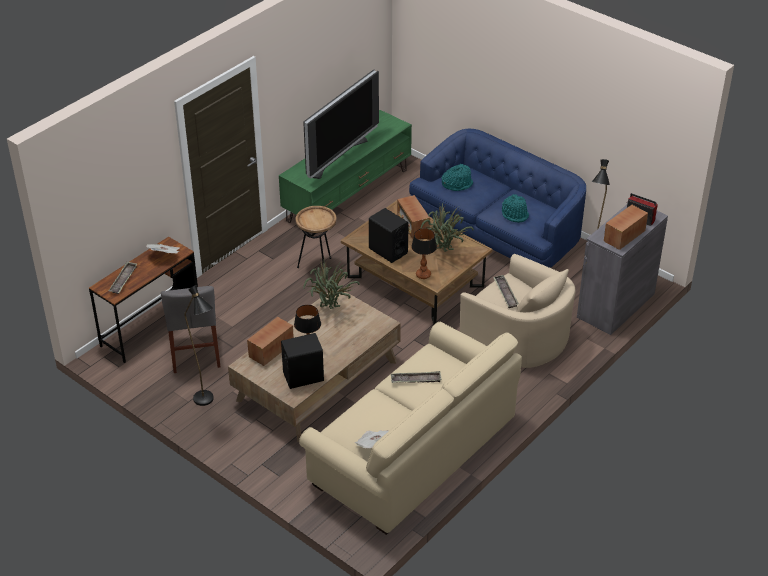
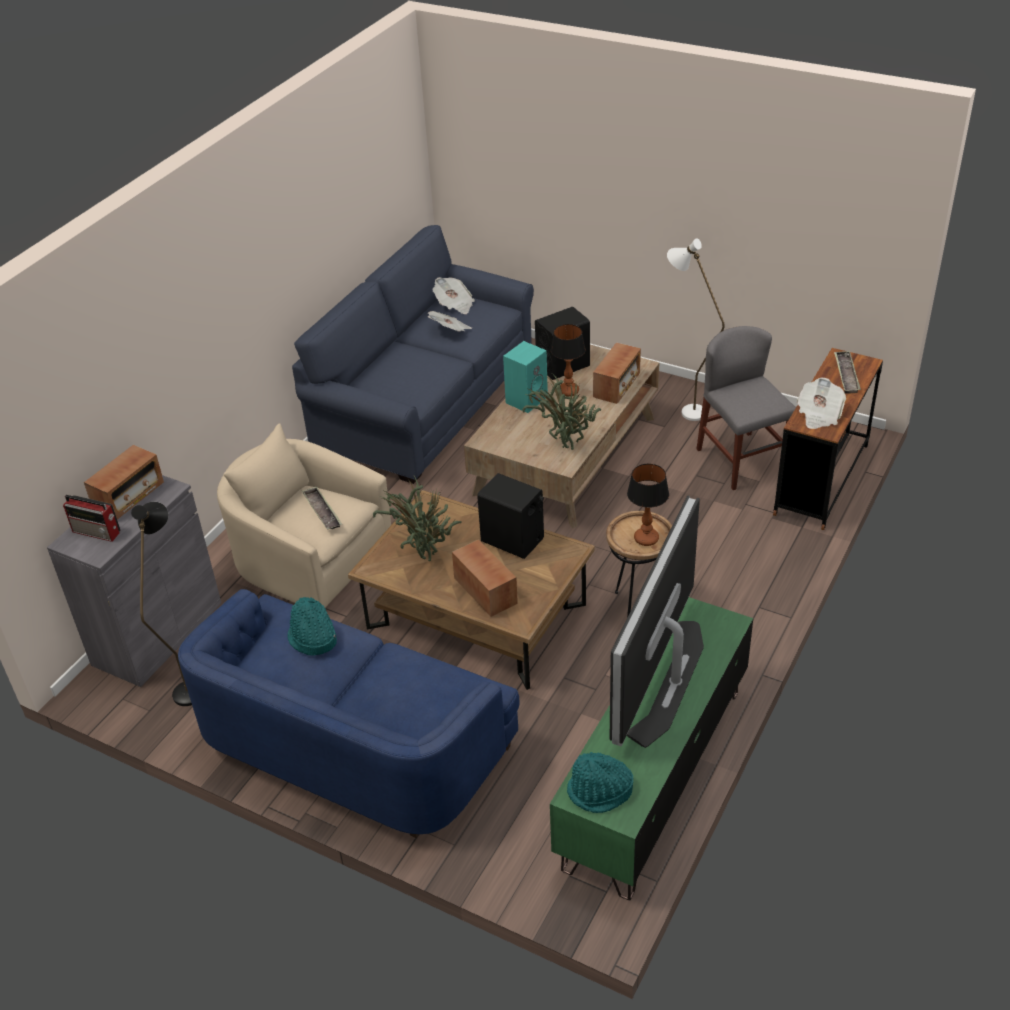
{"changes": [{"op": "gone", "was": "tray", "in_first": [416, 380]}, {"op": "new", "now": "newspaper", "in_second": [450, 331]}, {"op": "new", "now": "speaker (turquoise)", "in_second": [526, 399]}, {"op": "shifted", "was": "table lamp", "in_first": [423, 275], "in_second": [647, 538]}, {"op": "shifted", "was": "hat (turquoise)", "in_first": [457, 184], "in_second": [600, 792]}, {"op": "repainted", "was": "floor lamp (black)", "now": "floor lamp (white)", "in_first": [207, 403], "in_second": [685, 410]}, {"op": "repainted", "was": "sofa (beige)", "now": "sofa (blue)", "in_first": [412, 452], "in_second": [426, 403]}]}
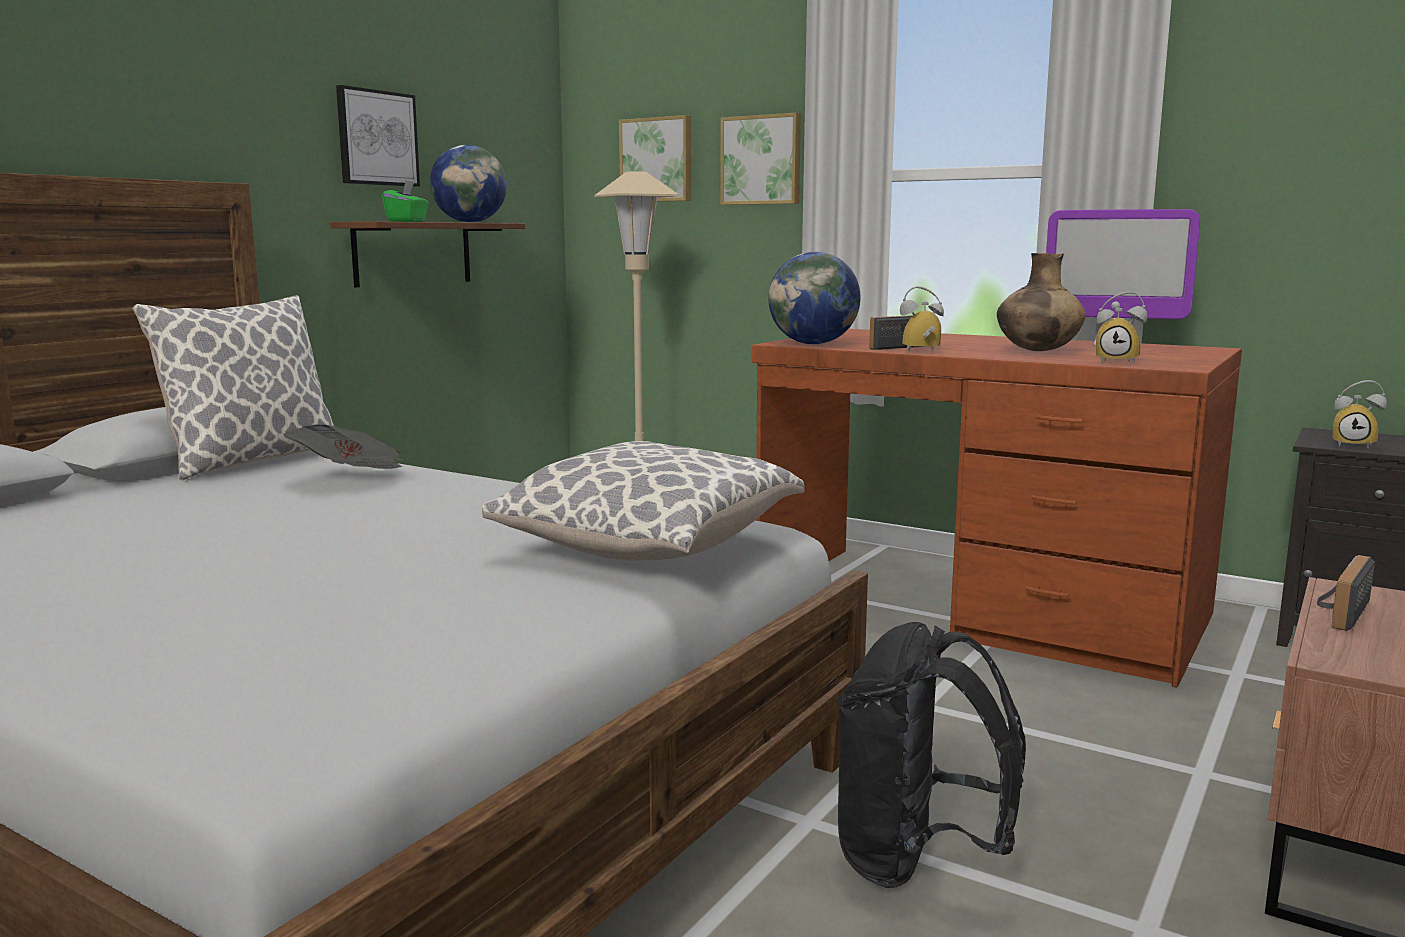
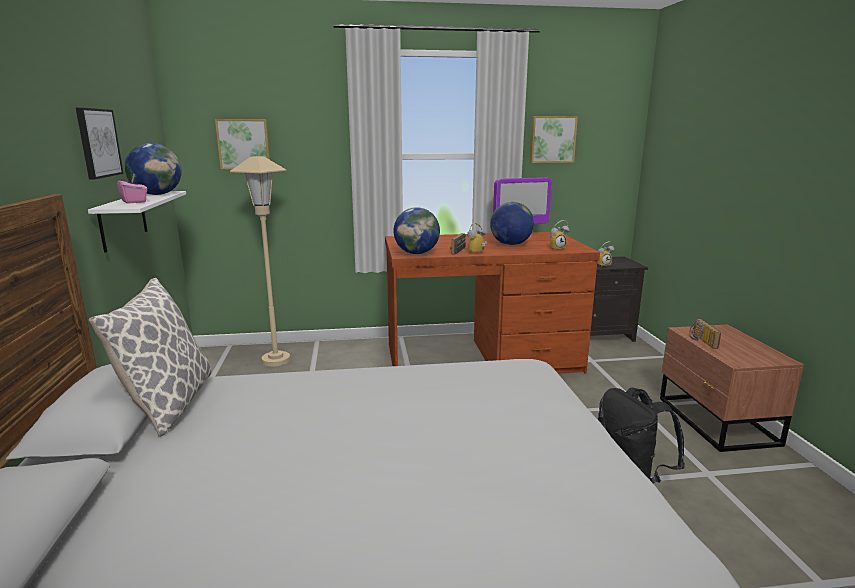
{"changes": [{"op": "gone", "was": "newspaper", "in_first": [352, 479]}, {"op": "gone", "was": "pillow", "in_first": [649, 549]}, {"op": "shifted", "was": "picture", "in_first": [762, 160], "in_second": [552, 139]}, {"op": "swapped", "was": "vase (brown)", "now": "globe", "in_first": [1037, 351], "in_second": [510, 244]}, {"op": "repainted", "was": "shelf (brown)", "now": "shelf (white)", "in_first": [413, 253], "in_second": [123, 220]}, {"op": "repainted", "was": "tissue box (green)", "now": "tissue box (pink)", "in_first": [407, 221], "in_second": [134, 201]}]}
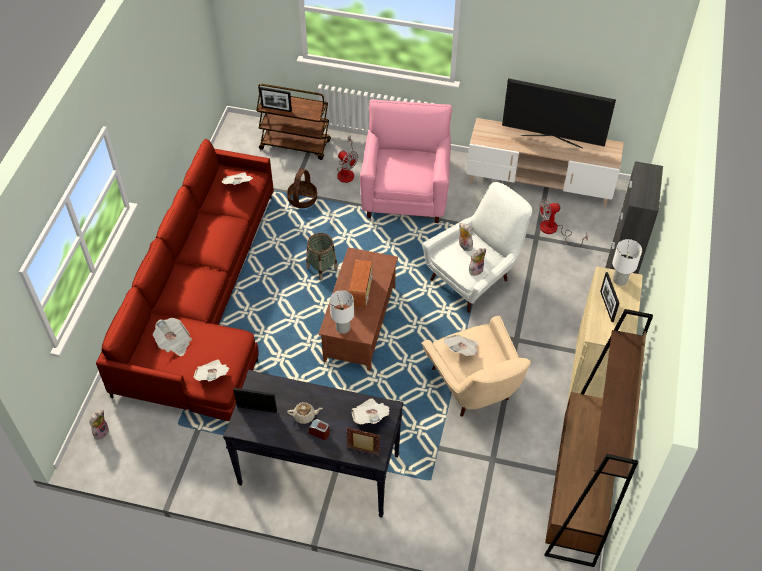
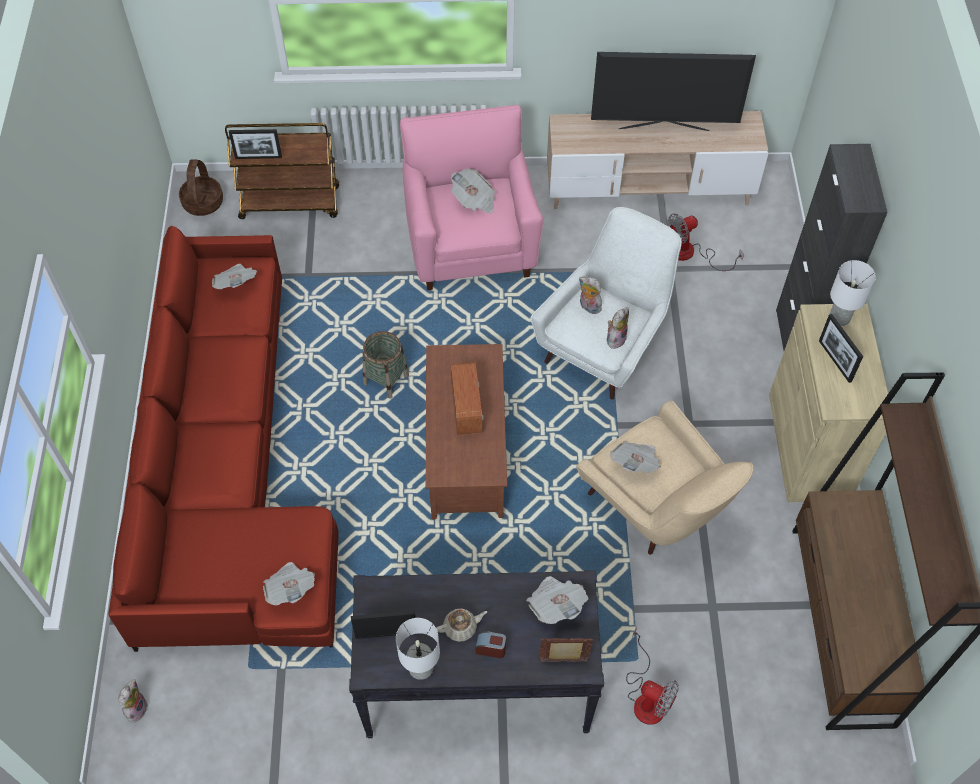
{"changes": [{"op": "shifted", "was": "newspaper", "in_first": [174, 342], "in_second": [474, 200]}, {"op": "shifted", "was": "basket", "in_first": [302, 199], "in_second": [203, 202]}, {"op": "shifted", "was": "table lamp (white)", "in_first": [342, 328], "in_second": [420, 668]}, {"op": "shifted", "was": "fan", "in_first": [346, 171], "in_second": [646, 697]}]}
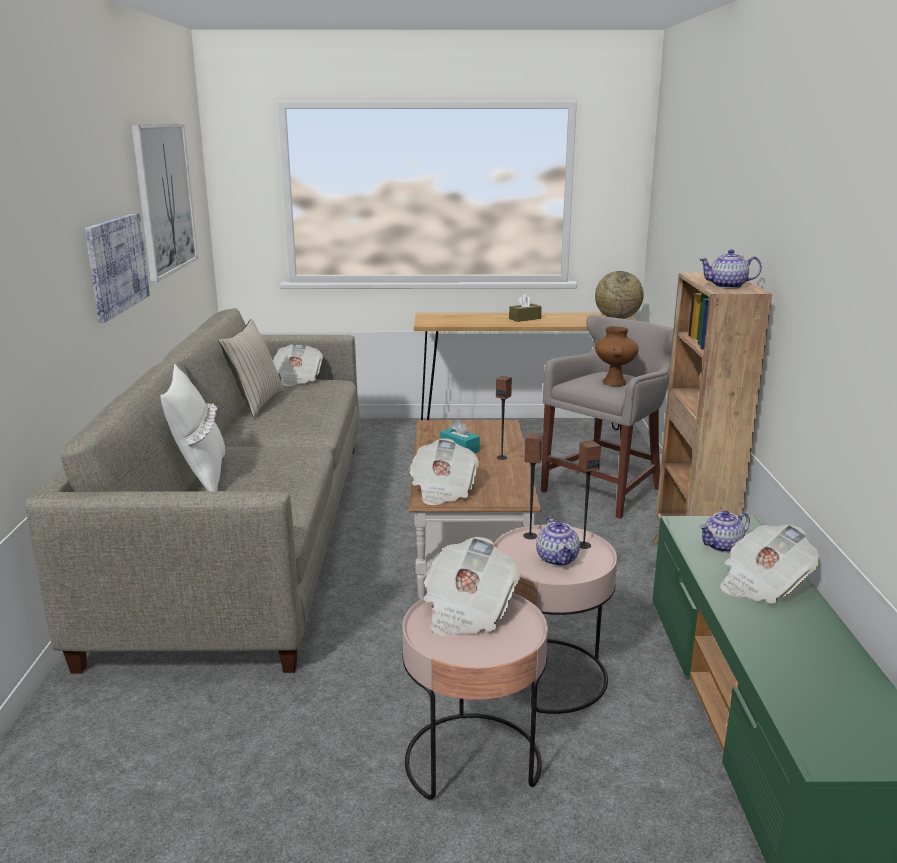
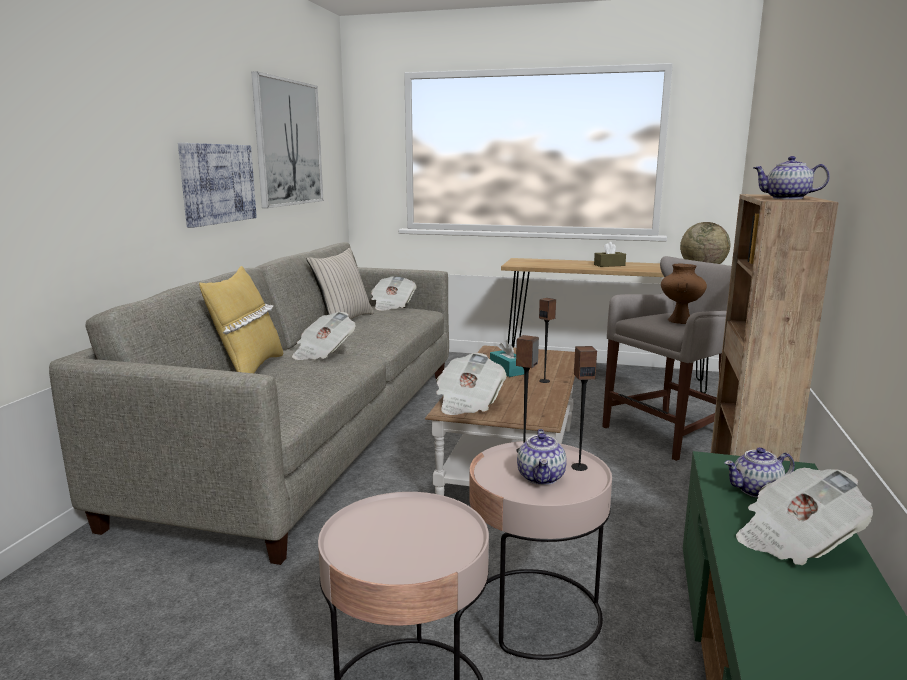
{"changes": [{"op": "shifted", "was": "newspaper", "in_first": [467, 611], "in_second": [323, 353]}, {"op": "repainted", "was": "pillow (white)", "now": "pillow (yellow)", "in_first": [200, 477], "in_second": [249, 369]}]}
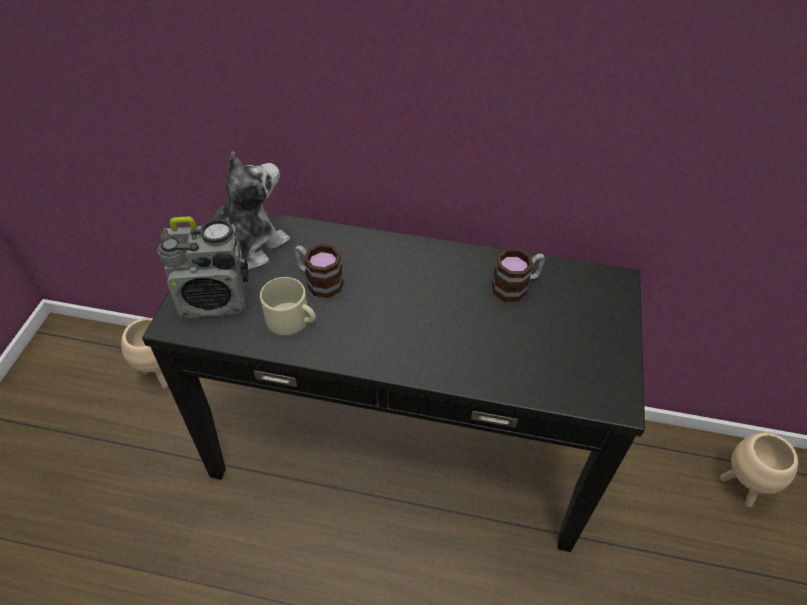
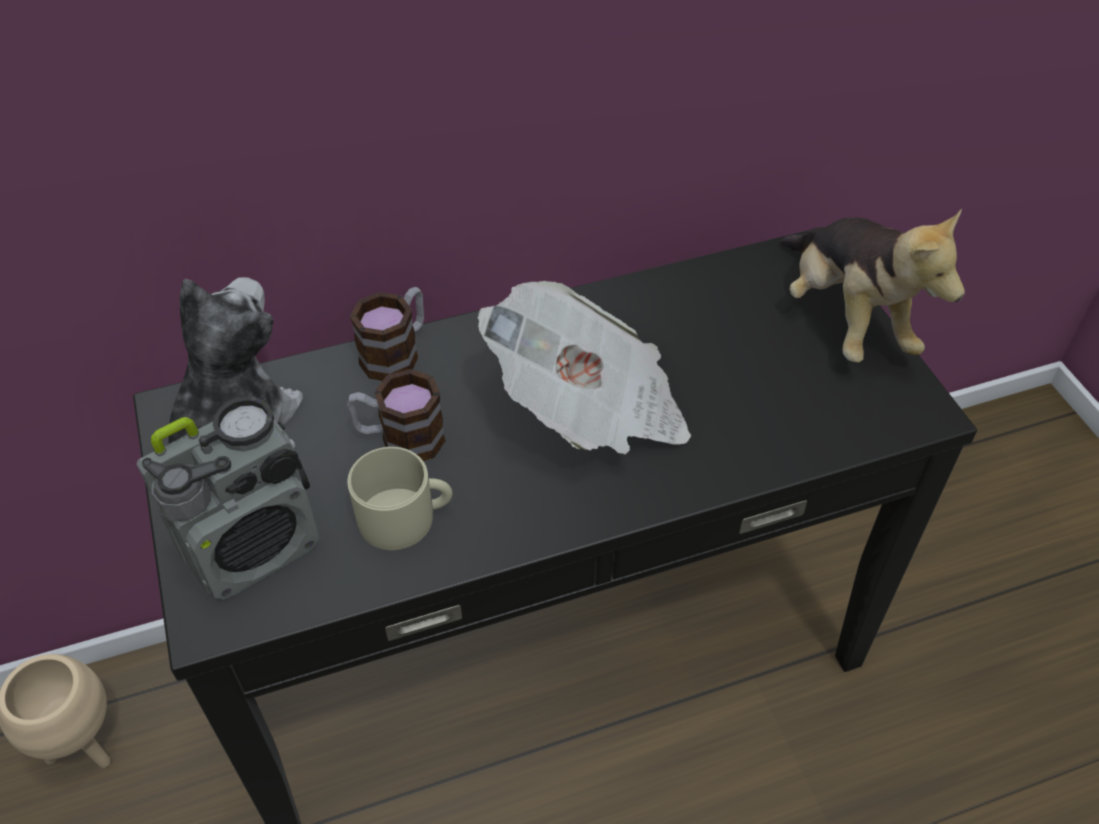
{"changes": [{"op": "gone", "was": "planter (beige)", "in_first": [742, 488]}, {"op": "new", "now": "newspaper", "in_second": [589, 408]}, {"op": "new", "now": "plush toy", "in_second": [845, 319]}, {"op": "shifted", "was": "mug", "in_first": [516, 286], "in_second": [397, 352]}]}
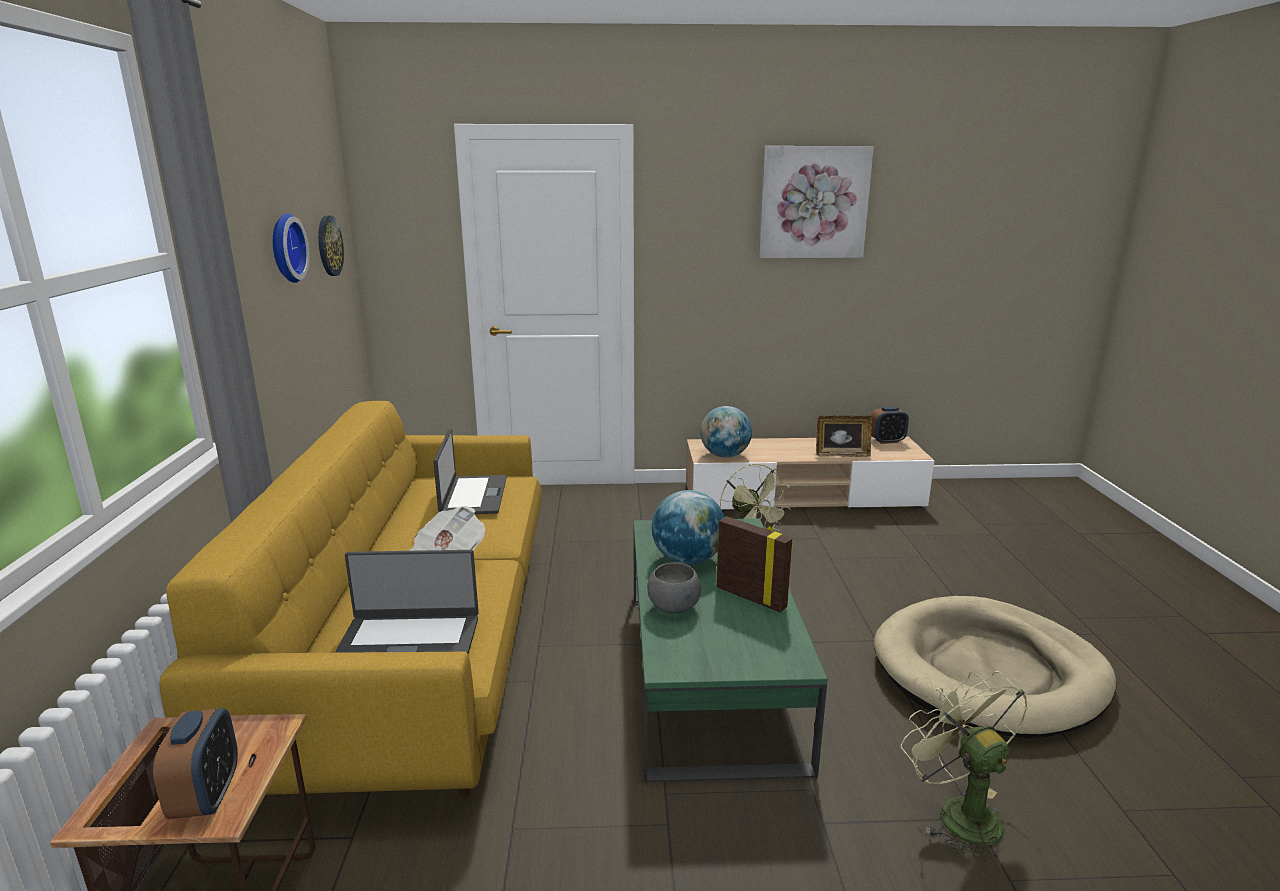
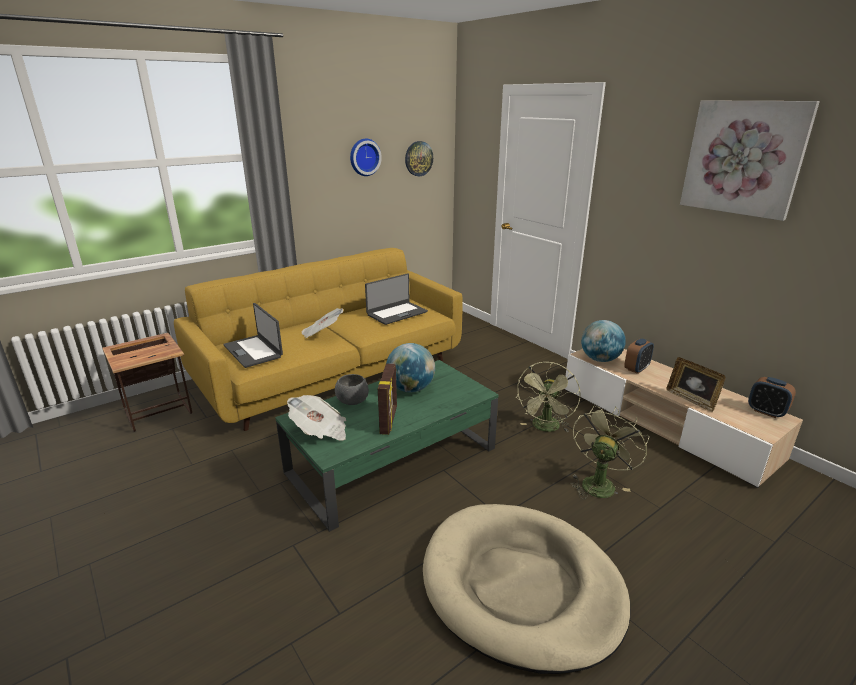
{"changes": [{"op": "new", "now": "newspaper", "in_second": [320, 431]}, {"op": "shifted", "was": "alarm clock", "in_first": [207, 797], "in_second": [636, 369]}, {"op": "shifted", "was": "fan (green)", "in_first": [958, 812], "in_second": [599, 482]}]}
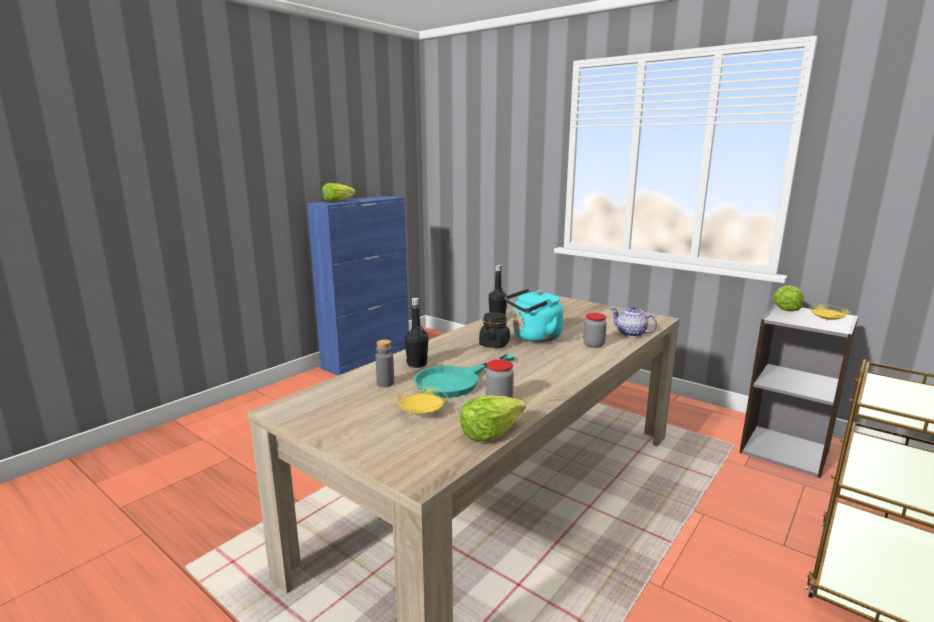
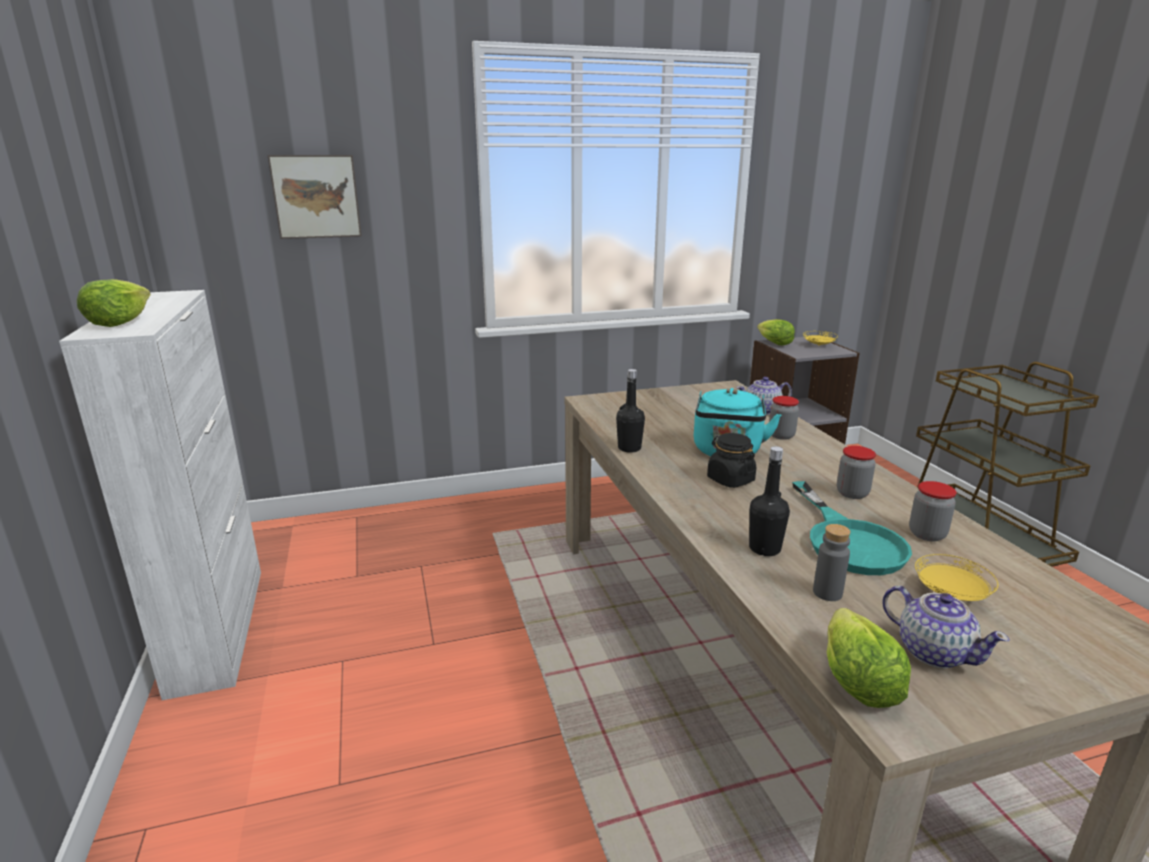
{"changes": [{"op": "new", "now": "picture", "in_second": [316, 196]}, {"op": "new", "now": "jar", "in_second": [852, 493]}, {"op": "new", "now": "teapot", "in_second": [933, 651]}, {"op": "shifted", "was": "lettuce", "in_first": [490, 432], "in_second": [856, 680]}, {"op": "repainted", "was": "cabinet (blue)", "now": "cabinet (white)", "in_first": [367, 358], "in_second": [218, 627]}]}
